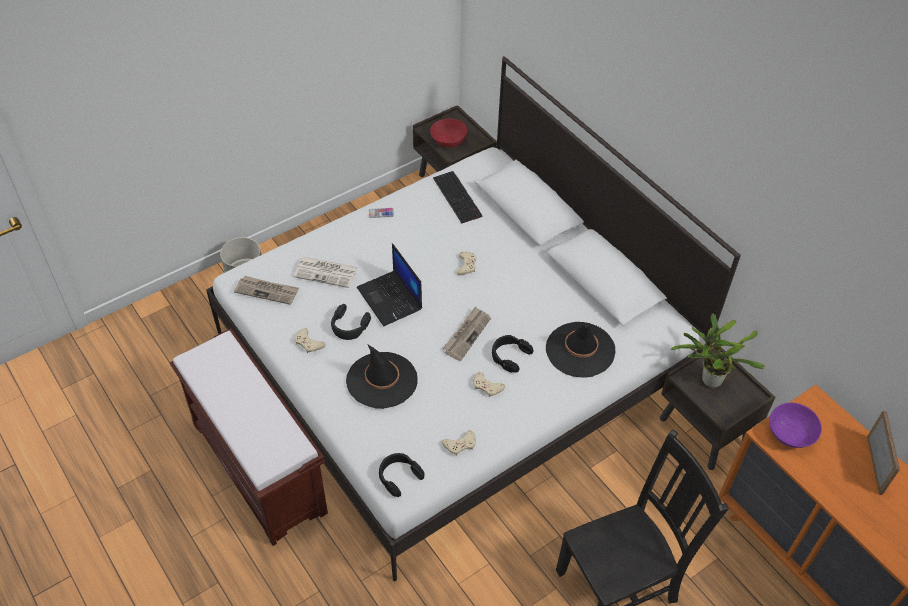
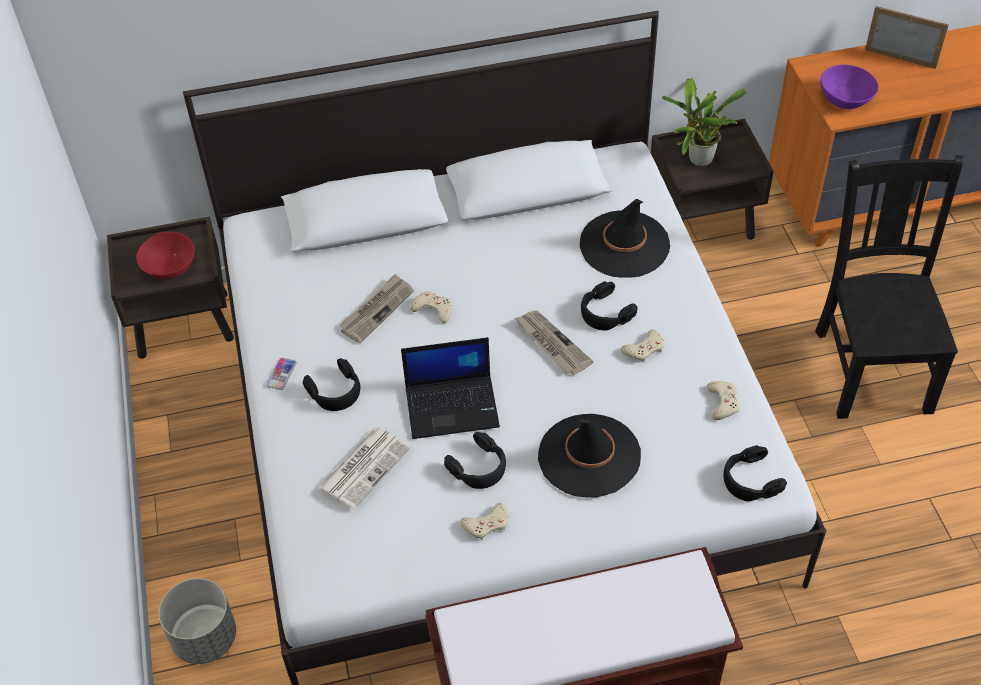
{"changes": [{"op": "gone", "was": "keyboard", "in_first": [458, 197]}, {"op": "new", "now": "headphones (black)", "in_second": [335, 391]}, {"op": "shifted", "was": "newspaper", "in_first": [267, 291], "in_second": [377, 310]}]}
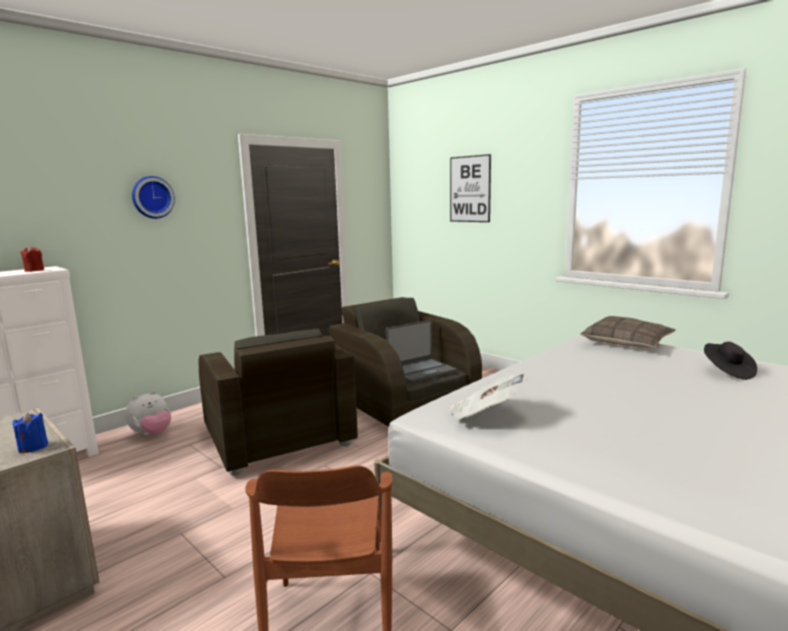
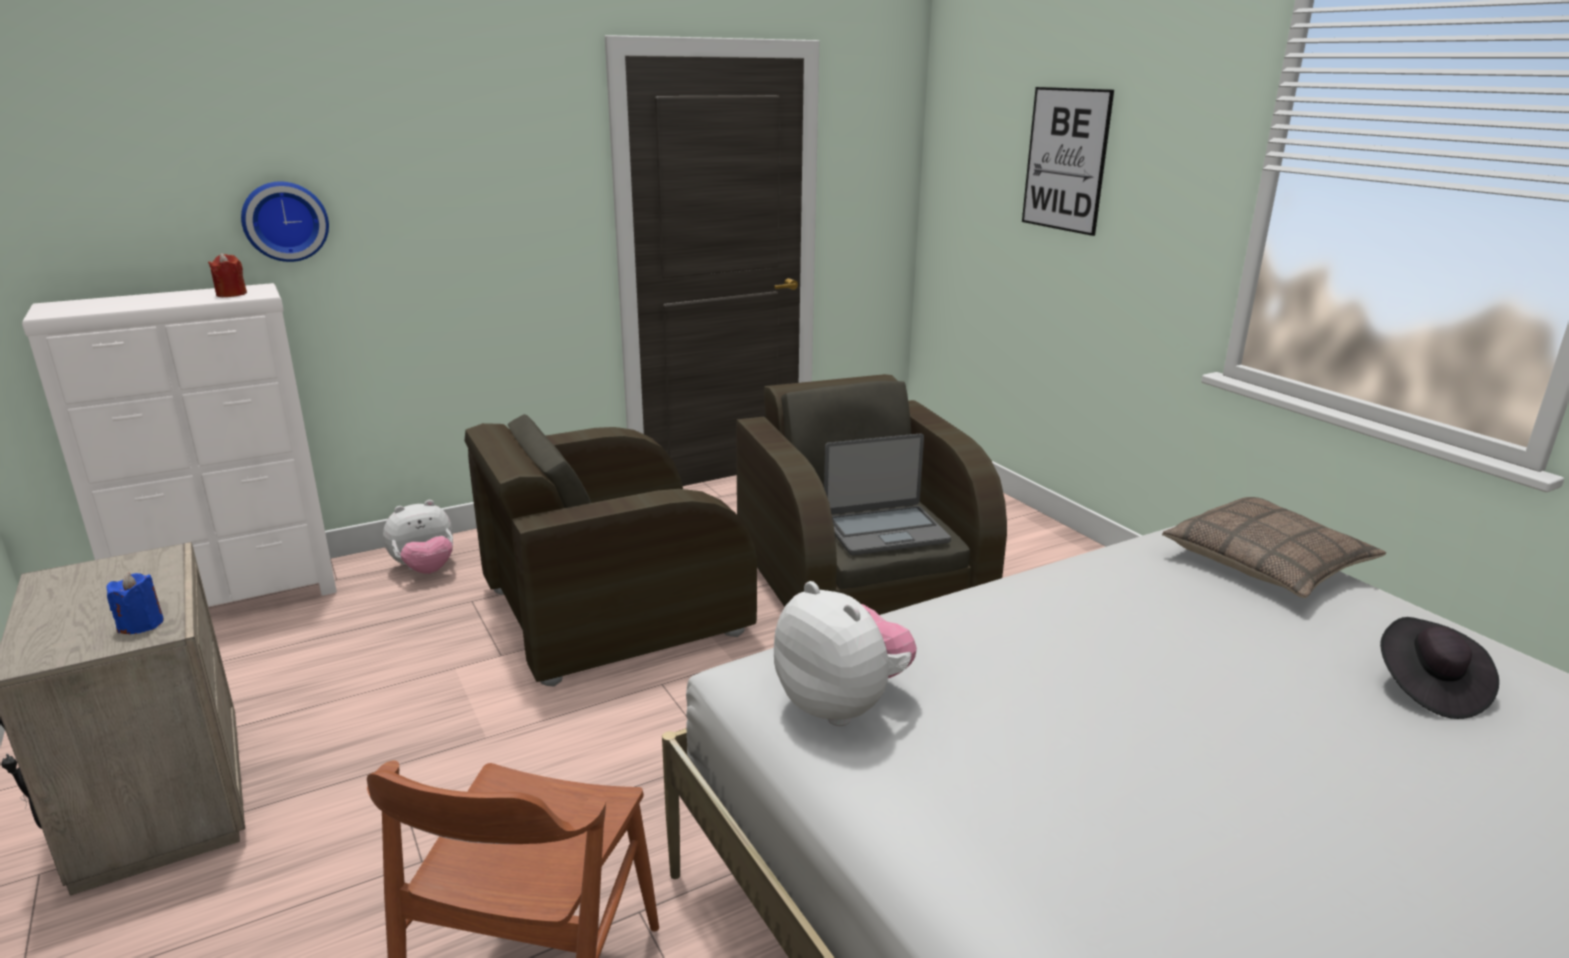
{"changes": [{"op": "shifted", "was": "wall clock", "in_first": [152, 197], "in_second": [285, 221]}, {"op": "swapped", "was": "newspaper", "now": "plush toy", "in_first": [484, 415], "in_second": [842, 705]}, {"op": "rotated", "was": "armchair (brown)", "in_first": [277, 437], "in_second": [612, 612], "clockwise": 75}]}
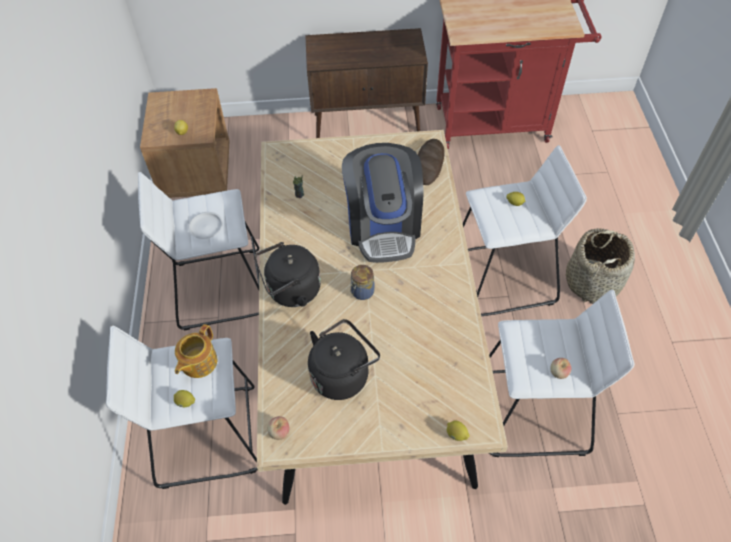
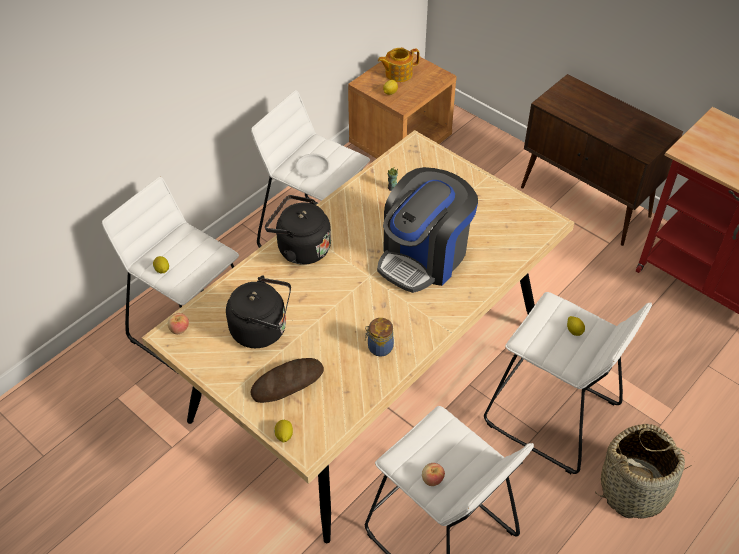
{"changes": [{"op": "shifted", "was": "teapot", "in_first": [198, 362], "in_second": [398, 73]}, {"op": "shifted", "was": "jar", "in_first": [361, 292], "in_second": [379, 347]}, {"op": "shifted", "was": "bread", "in_first": [429, 164], "in_second": [287, 383]}]}
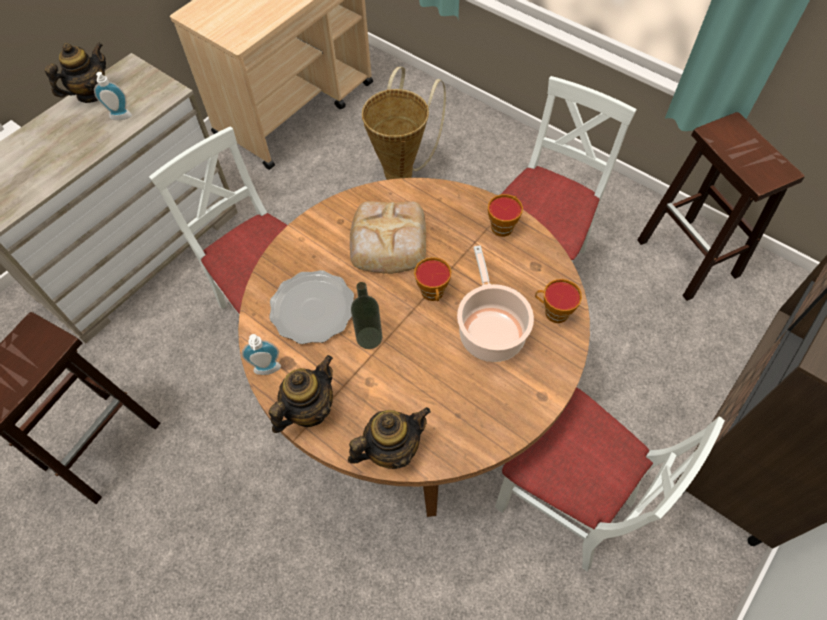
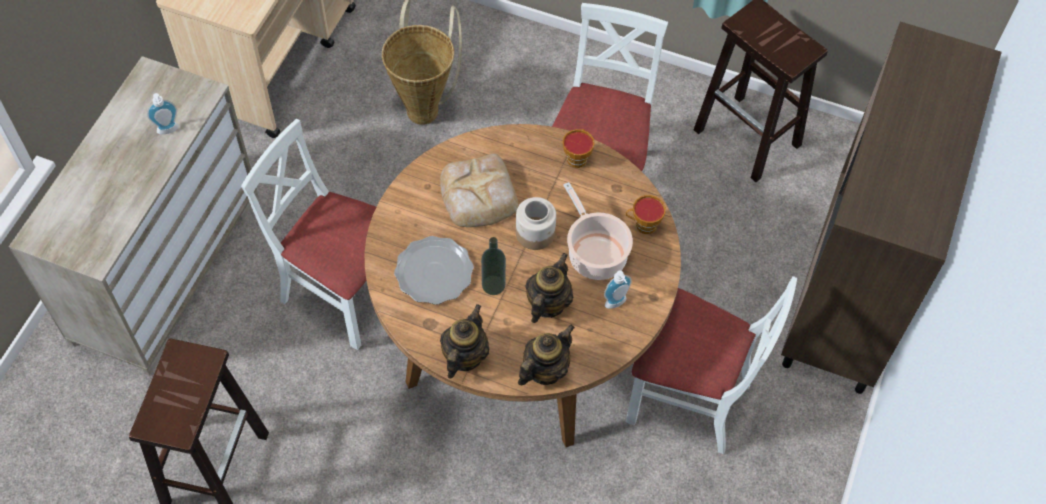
{"changes": [{"op": "shifted", "was": "teapot", "in_first": [91, 94], "in_second": [547, 304]}, {"op": "shifted", "was": "soap dispenser", "in_first": [267, 371], "in_second": [617, 304]}, {"op": "swapped", "was": "cup", "now": "jar", "in_first": [433, 293], "in_second": [535, 233]}]}
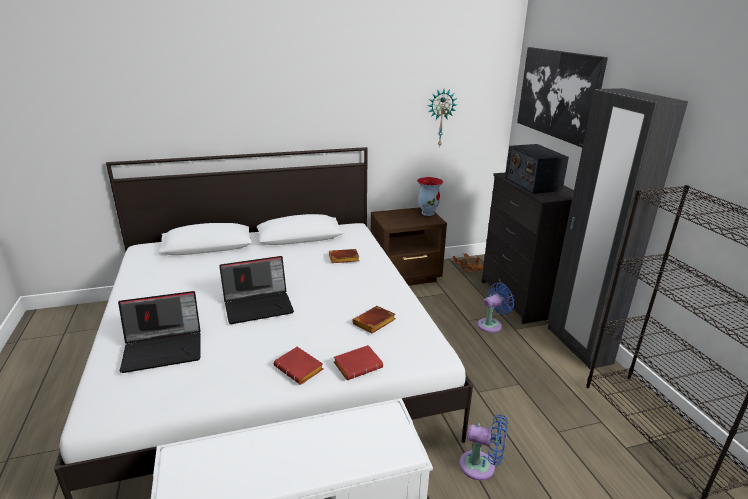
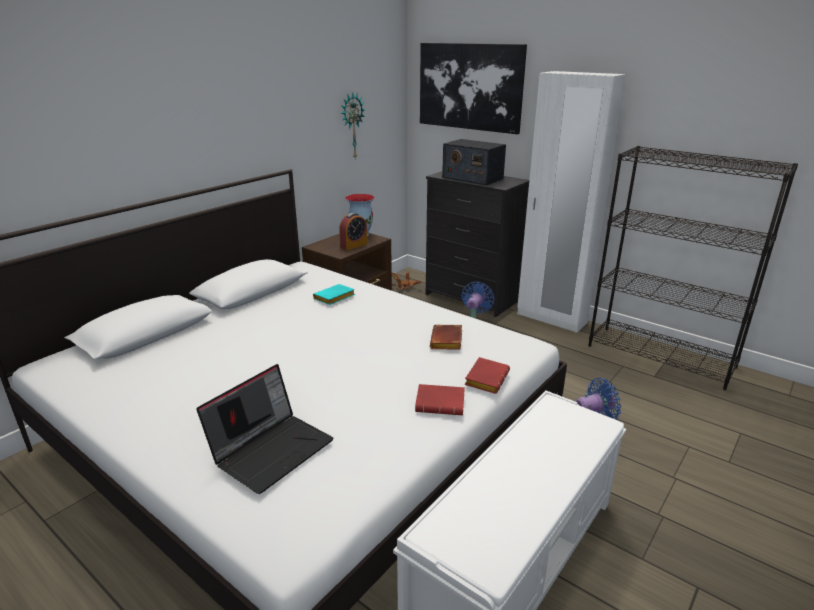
{"changes": [{"op": "gone", "was": "laptop", "in_first": [259, 305]}, {"op": "new", "now": "alarm clock", "in_second": [353, 245]}, {"op": "repainted", "was": "book (brown)", "now": "book (turquoise)", "in_first": [343, 259], "in_second": [334, 298]}, {"op": "repainted", "was": "wardrobe (black)", "now": "wardrobe (white)", "in_first": [578, 345], "in_second": [551, 318]}]}
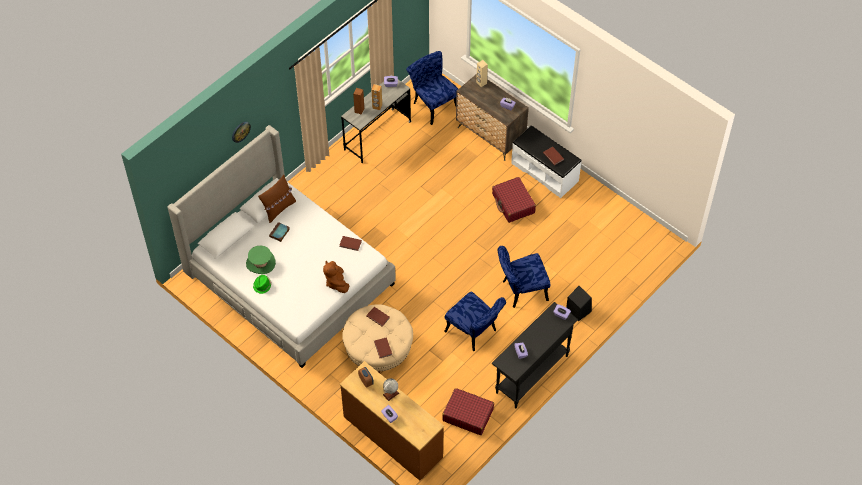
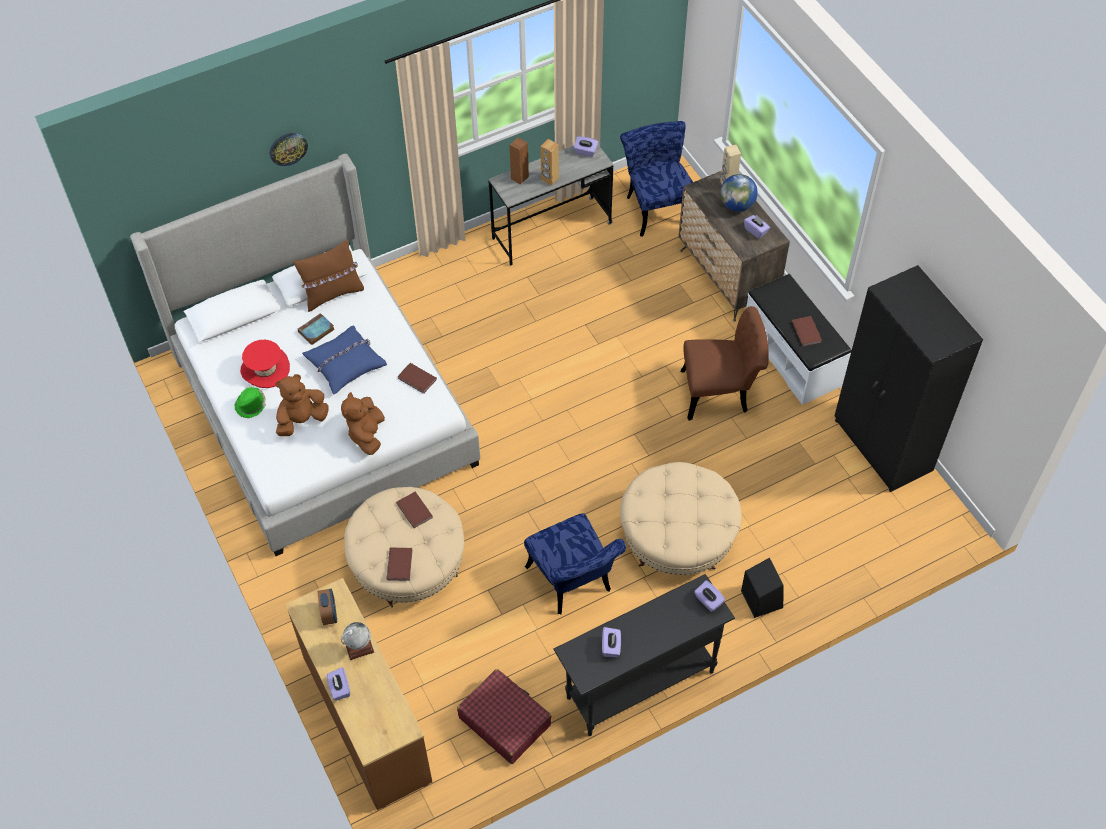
{"changes": [{"op": "new", "now": "plush toy (brown)", "in_second": [302, 420]}, {"op": "new", "now": "pillow (blue)", "in_second": [345, 363]}, {"op": "new", "now": "globe", "in_second": [737, 205]}, {"op": "new", "now": "wardrobe (black)", "in_second": [882, 447]}, {"op": "swapped", "was": "suitcase (red)", "now": "chair (brown)", "in_first": [513, 204], "in_second": [721, 392]}, {"op": "swapped", "was": "chair (blue)", "now": "ottoman (beige)", "in_first": [520, 290], "in_second": [677, 536]}, {"op": "repainted", "was": "hat (green)", "now": "hat (red)", "in_first": [260, 263], "in_second": [265, 369]}]}
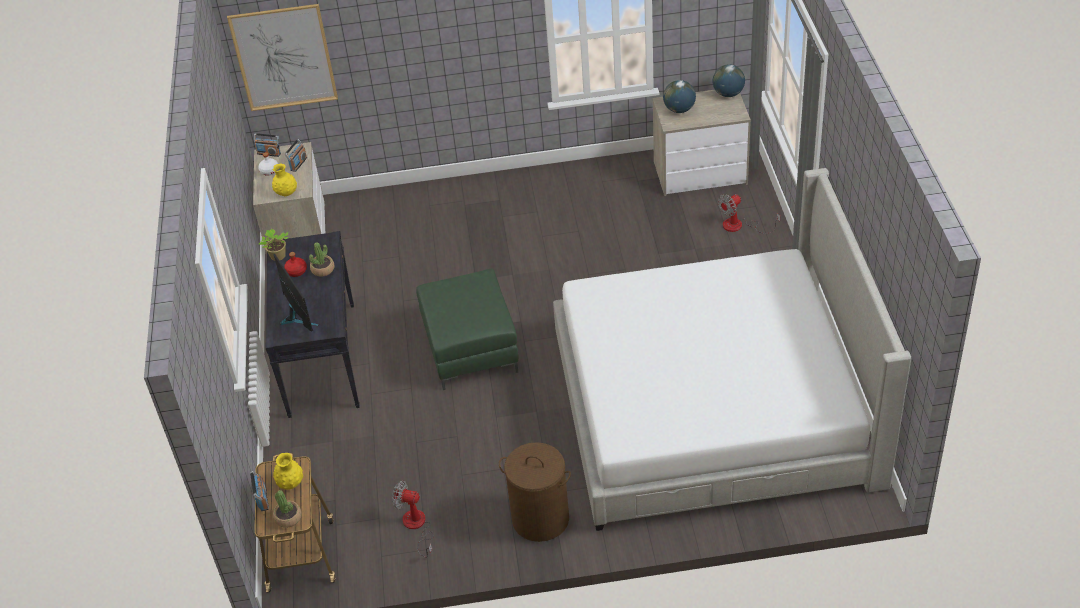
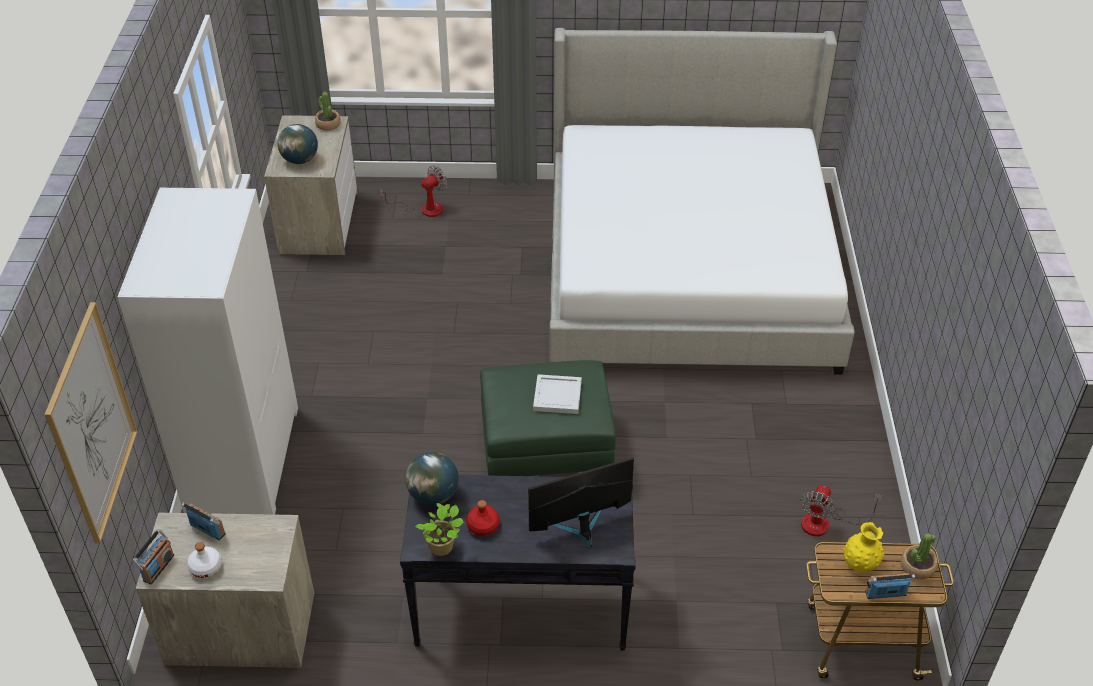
{"changes": [{"op": "gone", "was": "vase (yellow)", "in_first": [286, 193]}, {"op": "gone", "was": "laundry basket (brown)", "in_first": [540, 519]}, {"op": "new", "now": "wardrobe (white)", "in_second": [242, 459]}, {"op": "new", "now": "tray (white)", "in_second": [558, 395]}, {"op": "shifted", "was": "potted plant", "in_first": [323, 269], "in_second": [328, 124]}, {"op": "shifted", "was": "globe", "in_first": [728, 94], "in_second": [433, 495]}, {"op": "rotated", "was": "fan", "in_first": [740, 226], "in_second": [424, 209], "clockwise": -105}]}
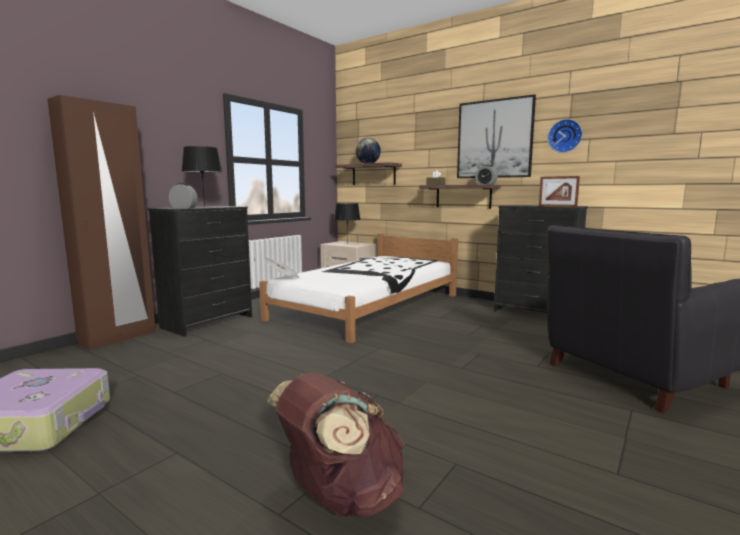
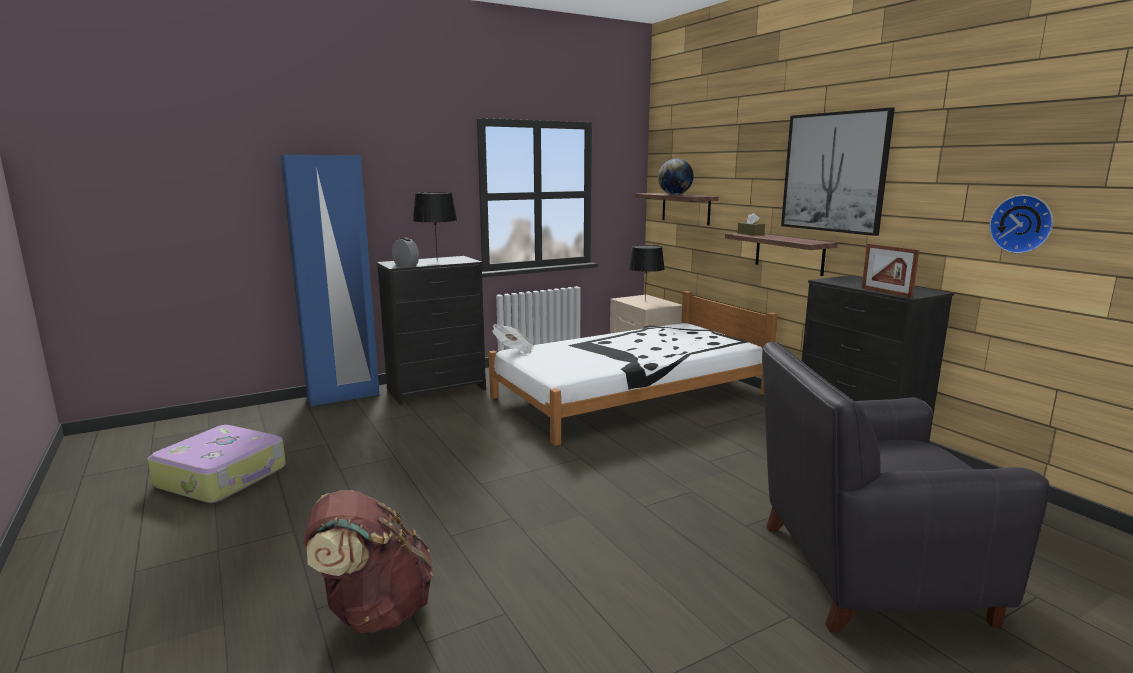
{"changes": [{"op": "gone", "was": "alarm clock", "in_first": [486, 184]}, {"op": "shifted", "was": "wall clock", "in_first": [565, 136], "in_second": [1022, 224]}, {"op": "repainted", "was": "wardrobe (brown)", "now": "wardrobe (blue)", "in_first": [118, 338], "in_second": [343, 396]}]}
